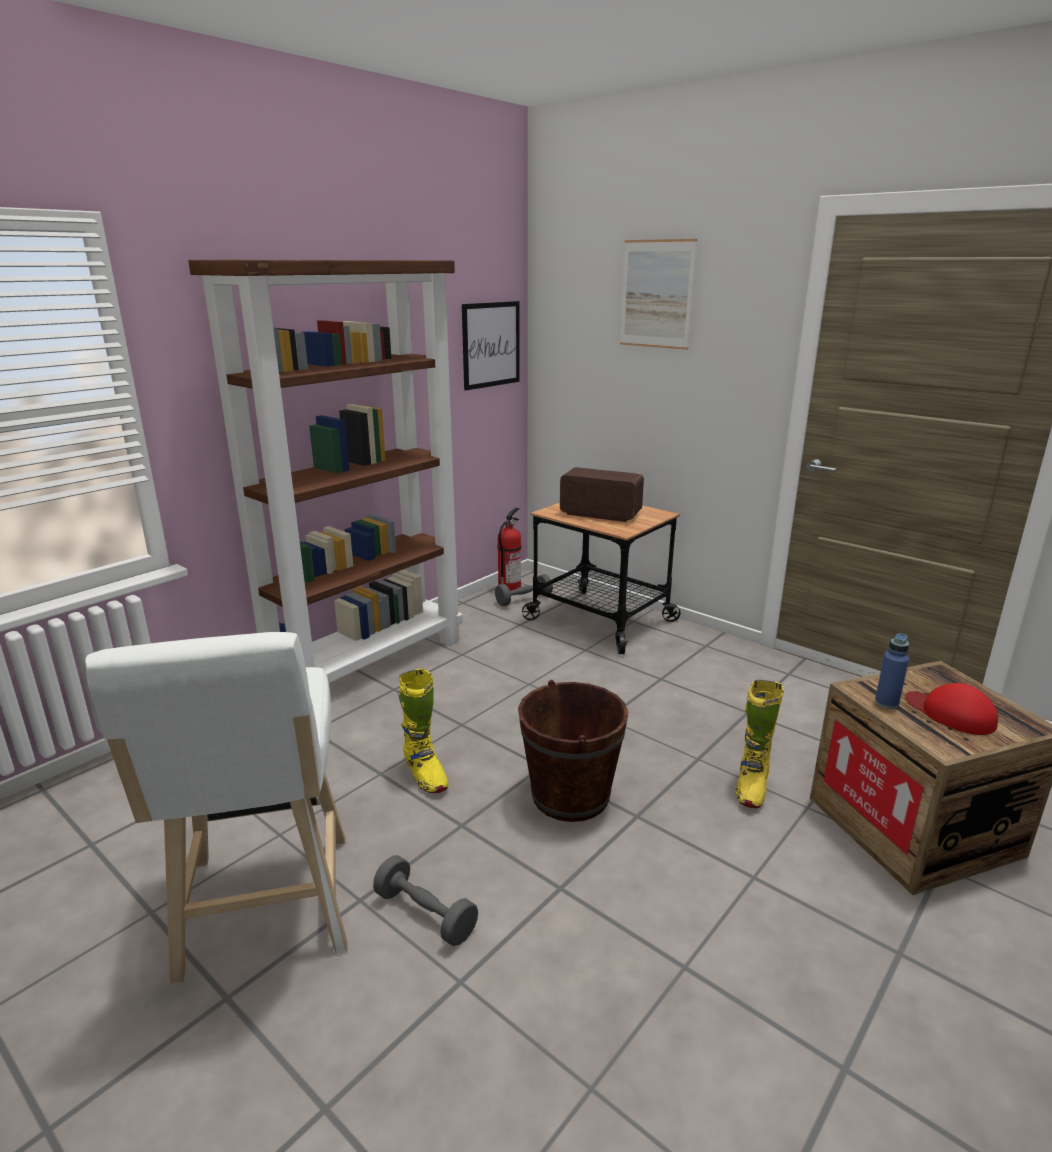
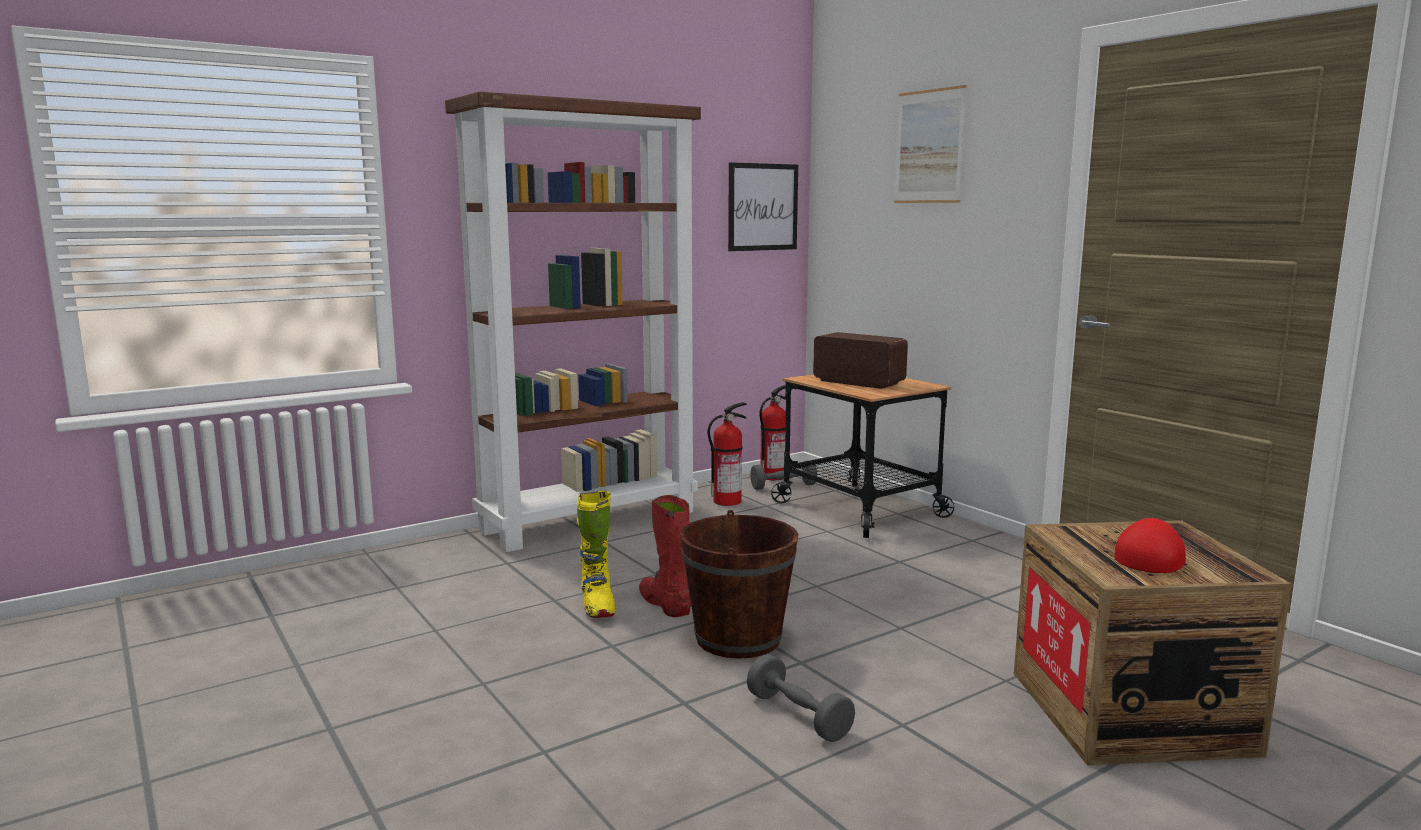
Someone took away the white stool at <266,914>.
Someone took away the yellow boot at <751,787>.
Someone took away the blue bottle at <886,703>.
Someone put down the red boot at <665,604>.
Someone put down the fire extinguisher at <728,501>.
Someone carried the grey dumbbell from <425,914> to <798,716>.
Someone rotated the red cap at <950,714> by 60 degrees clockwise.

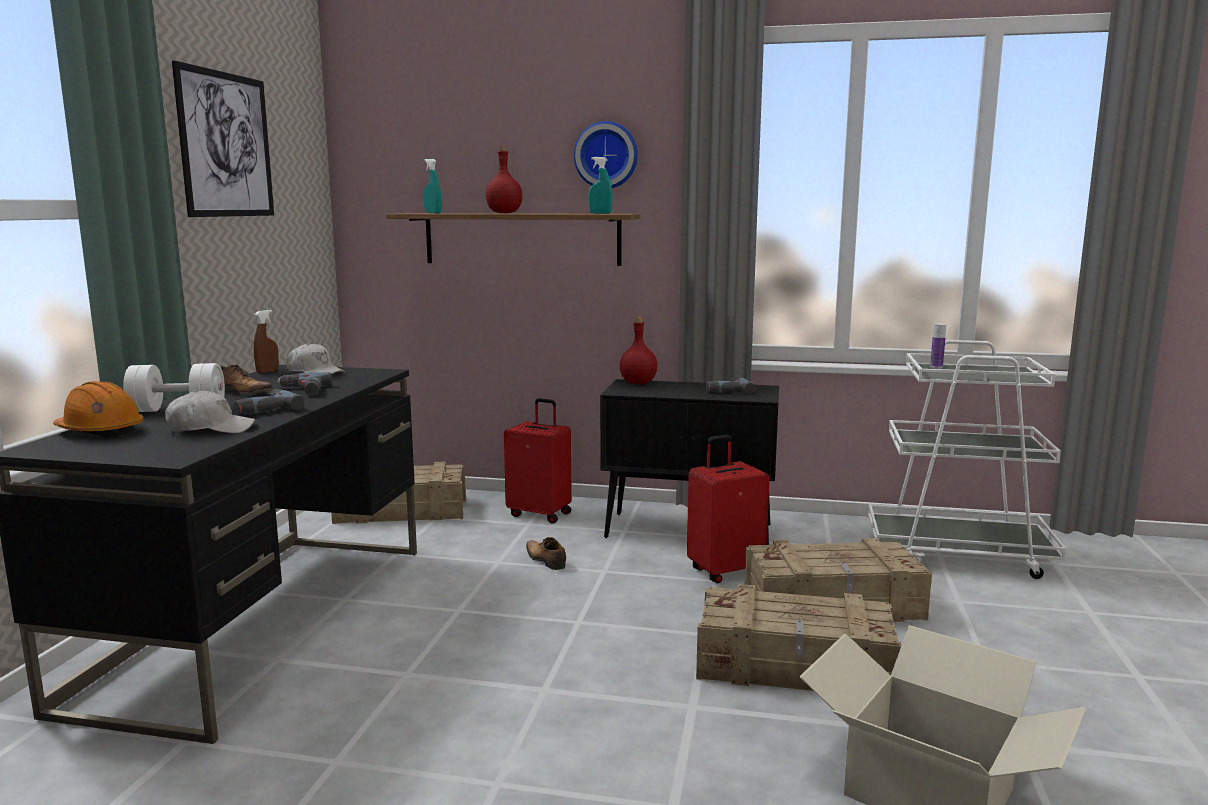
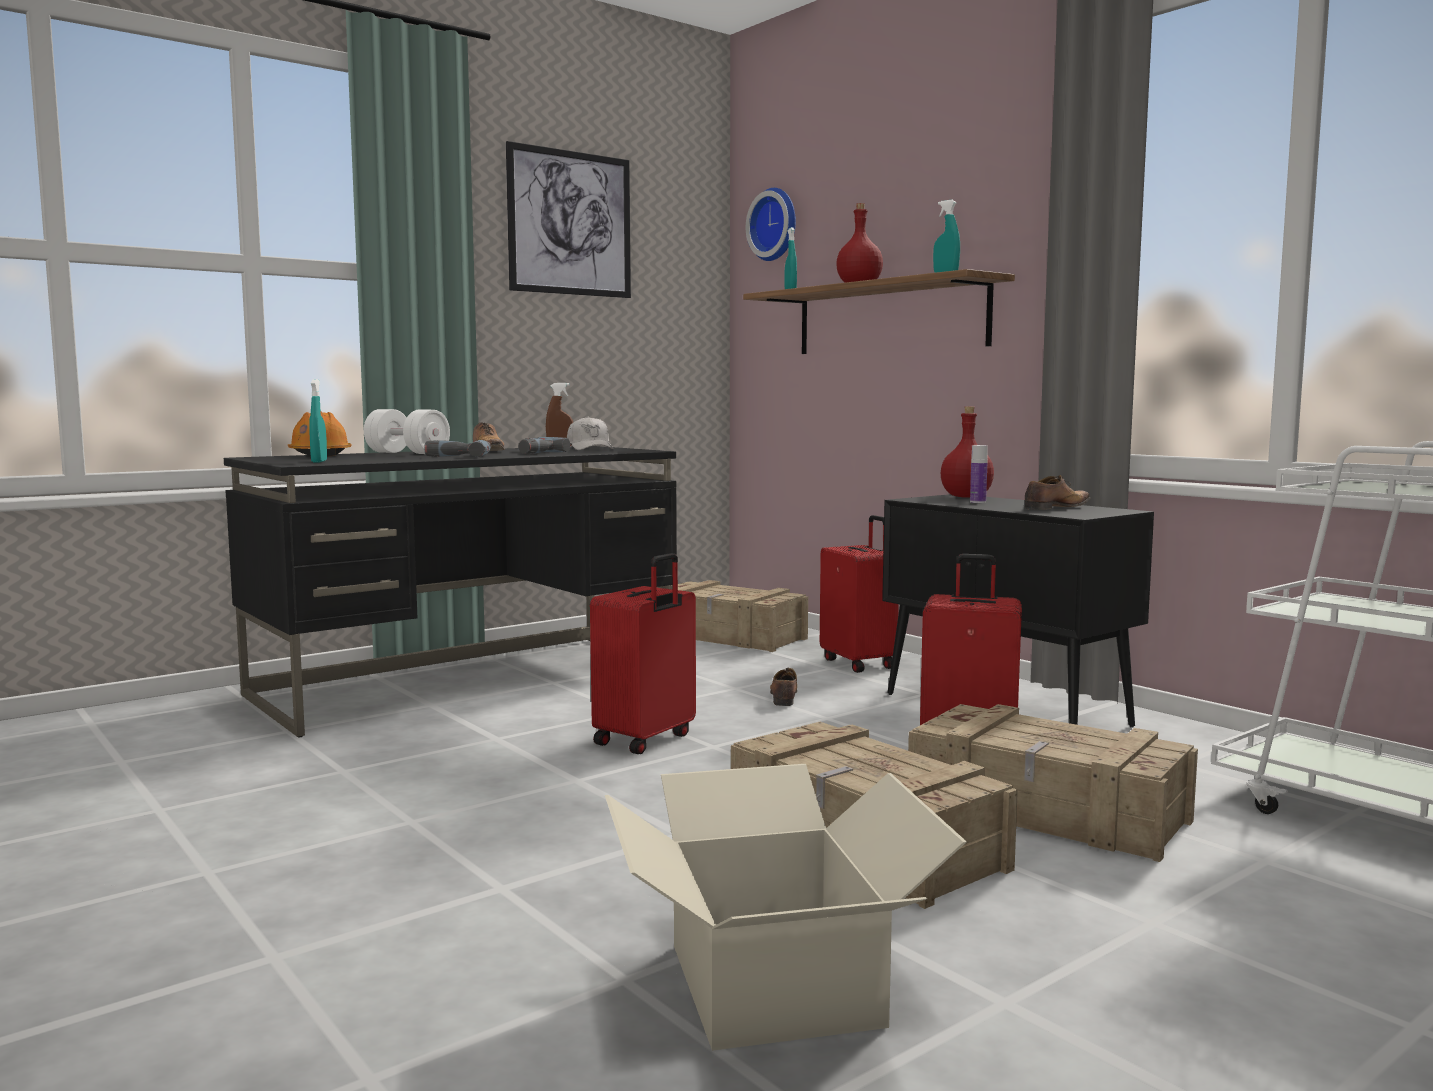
Someone took away the white cap at <210,429>.
Someone put down the turquoise spray bottle at <319,461>.
Someone put down the red suitcase at <646,740>.
Someone carried the wall clock from <606,155> to <776,225>.
Someone carried the bottle from <936,366> to <978,502>.
Someone swapped the power drill at <726,390> for the shoe at <1055,508>.

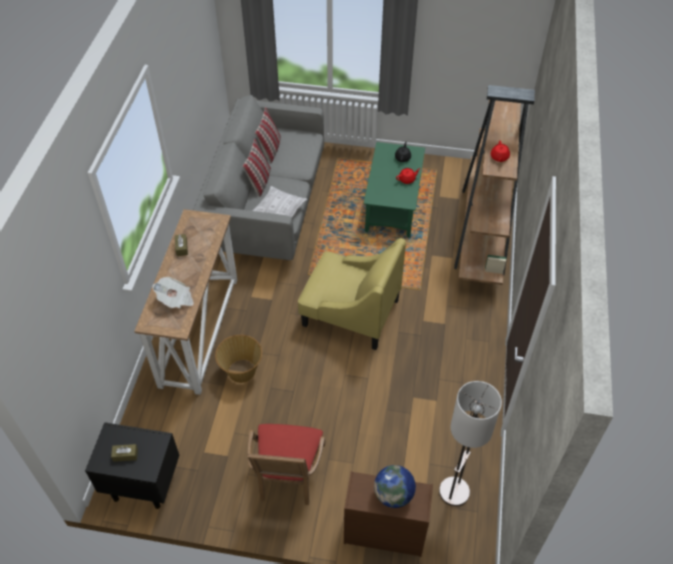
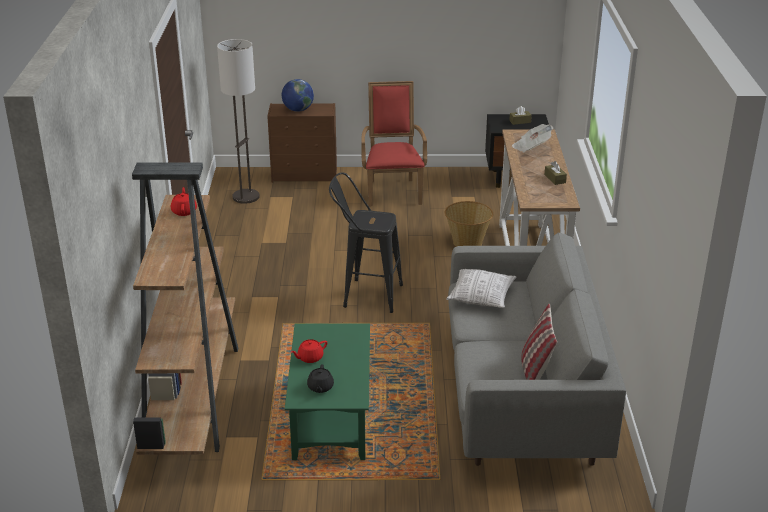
Someone took away the pillow at <259,182>.
Someone swapped the yellow armchair at <350,312> for the black stool at <366,295>.

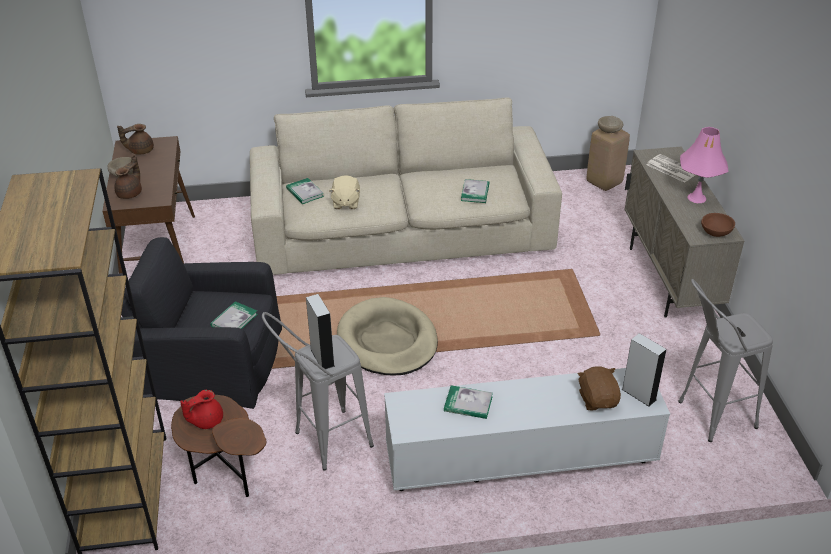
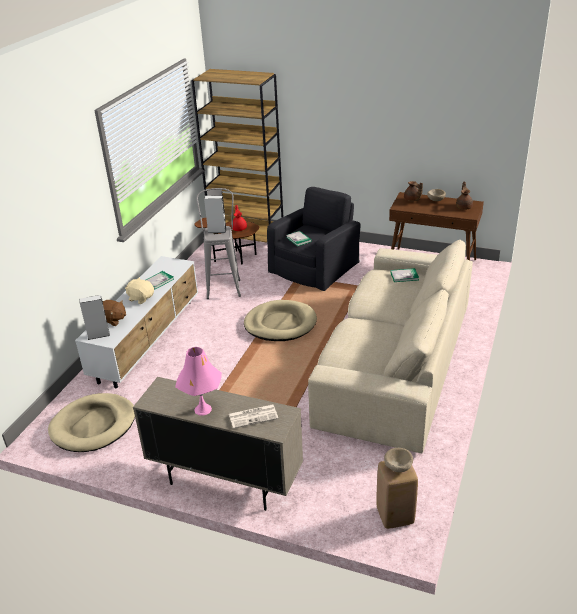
Someone took away the book at <475,192>.
Someone took away the brown bowl at <716,234>.
Someone carried the beige plush toy from <345,203> to <141,298>.
Someone swapped the grey stool at <706,418> for the beige dog bed at <94,425>.

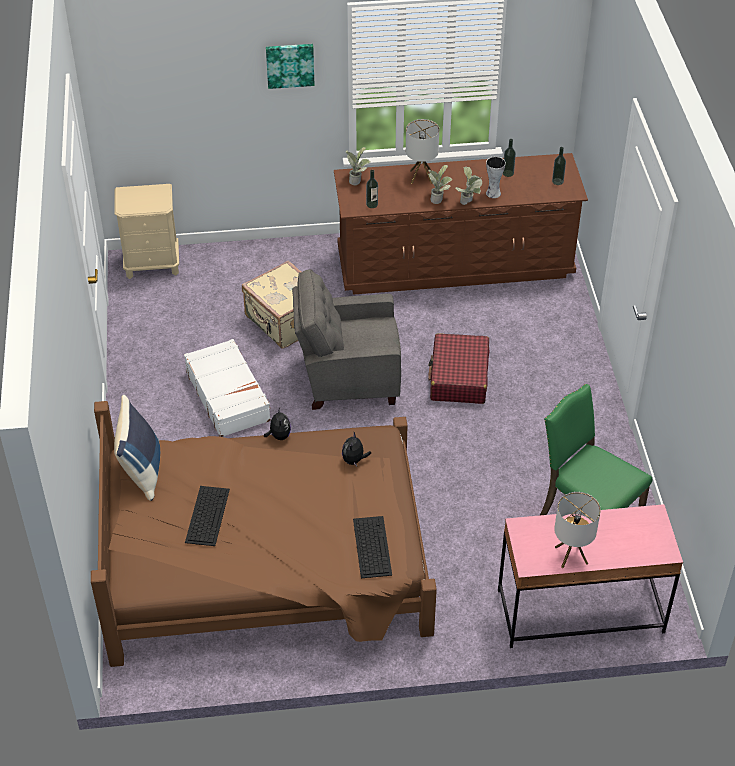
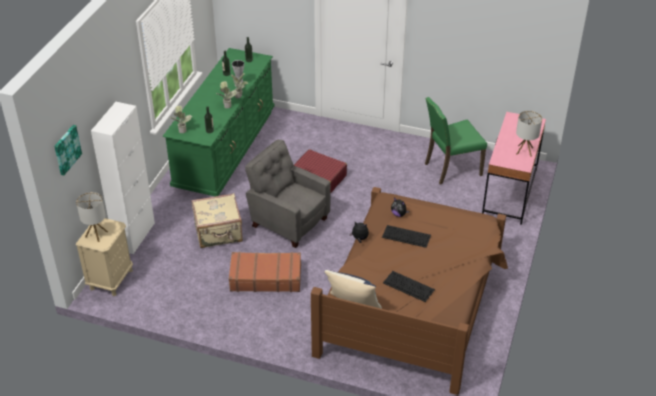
Someone put down the white cabinet at <134,236>.
Someone carried the picture from <290,65> to <66,149>.
Someone carried the keyboard from <371,546> to <406,236>.
Someone carried the table lamp from <421,177> to <96,234>.
Someone repainted the white suitcase at <228,396>, which became the brown suitcase at <265,278>.
Someone repainted the brown dresser at <455,264>, which became the green dresser at <225,148>.
Someone rotated the grey armchair at <348,378> by 105 degrees clockwise.

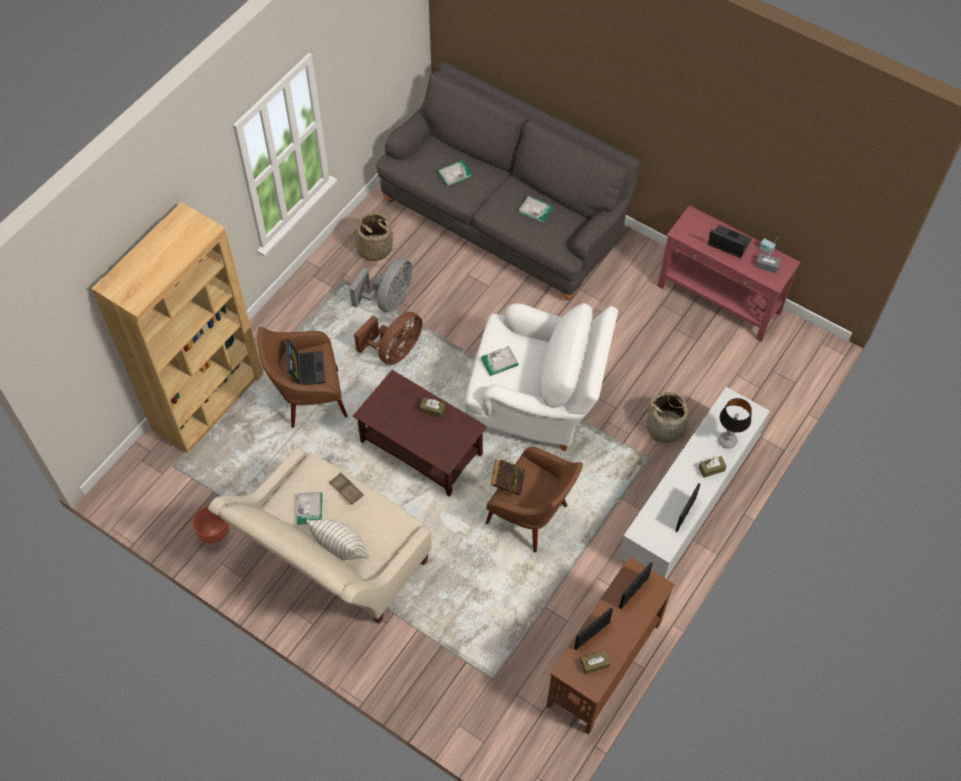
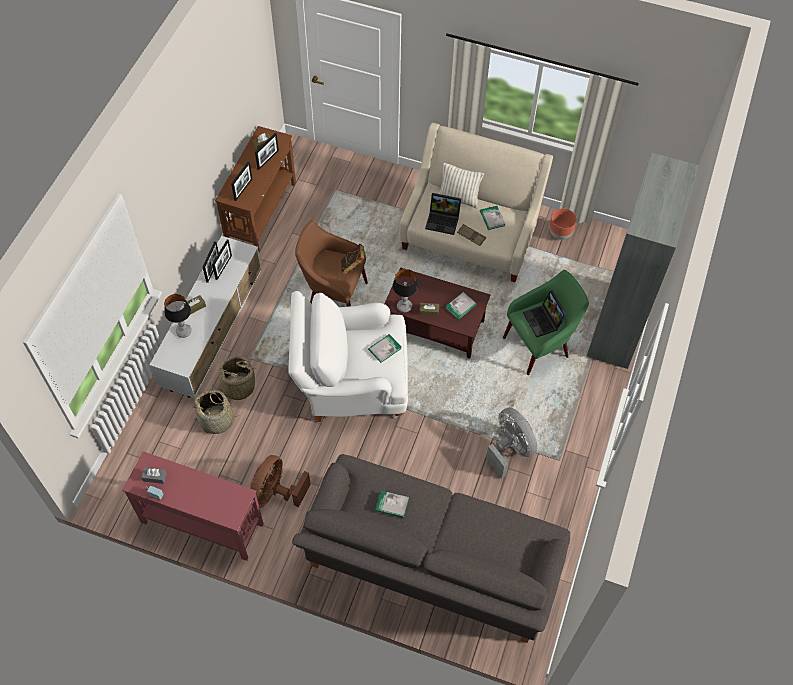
Someone put down the picture frame at <223,267>.
Someone put down the table lamp at <404,307>.
Someone carried the basket from <374,248> to <217,420>.
Someone carried the brown fan from <394,351> to <275,493>.
Someone carried the book from <454,174> to <461,306>.
Someone carried the laptop from <726,244> to <443,220>.
Someone repainted the brown bookcase at <208,401>, which became the grey bookcase at <618,325>.
Someone repainted the brown armchair at <309,399>, which became the green armchair at <539,345>.
Someone rotated the grey fan at <388,300> by 135 degrees clockwise.

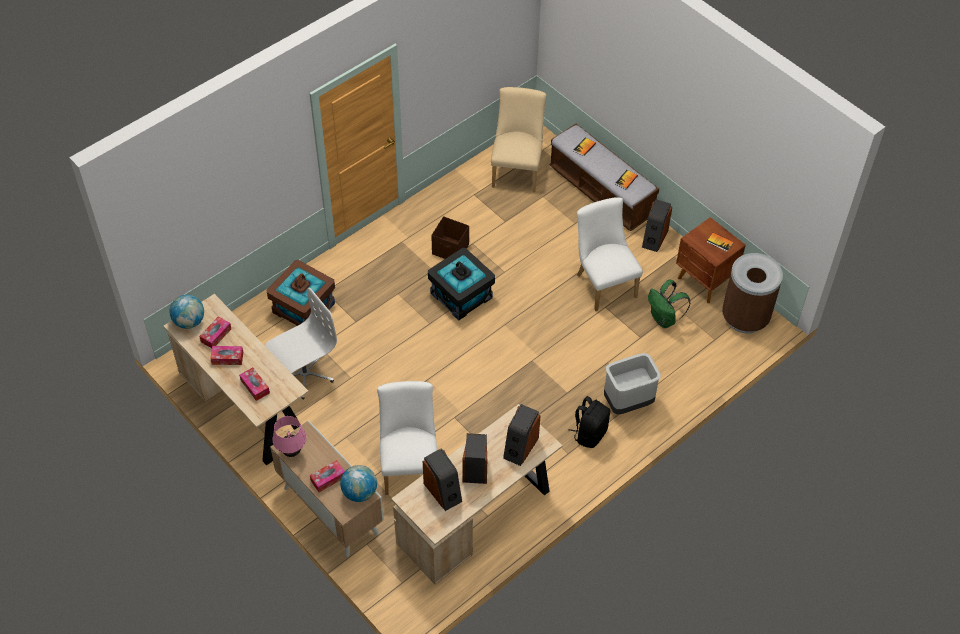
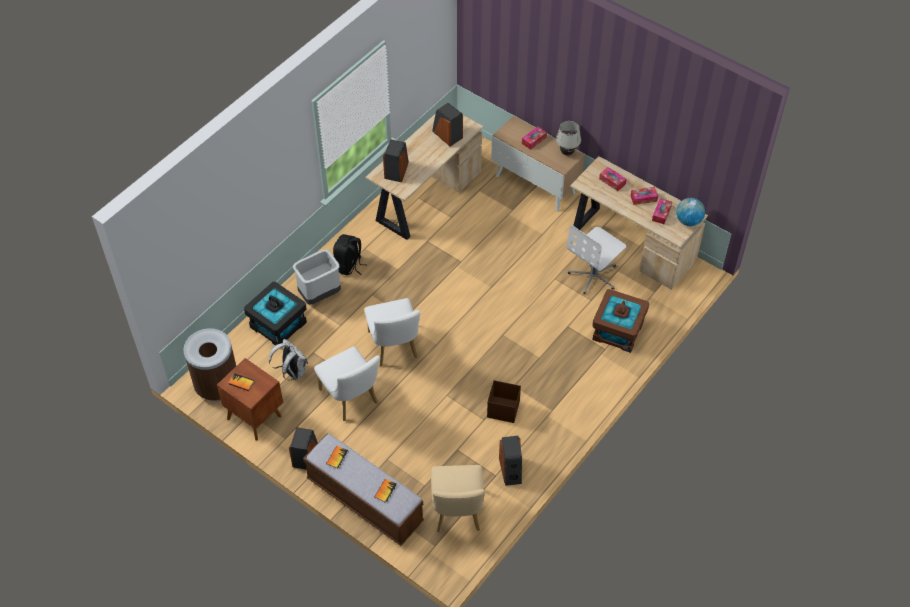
Someone took away the globe at <359,492>.
Someone carried the white chair from <409,465> to <394,348>.
Someone carried the black storage box from <461,295> to <278,325>.
Someone carried the speaker from <475,467> to <511,470>.
Someone repainted the pink table lamp at <291,452>, which became the white table lamp at <567,153>.
Someone repainted the green backpack at <664,319>, which became the white backpack at <292,372>.

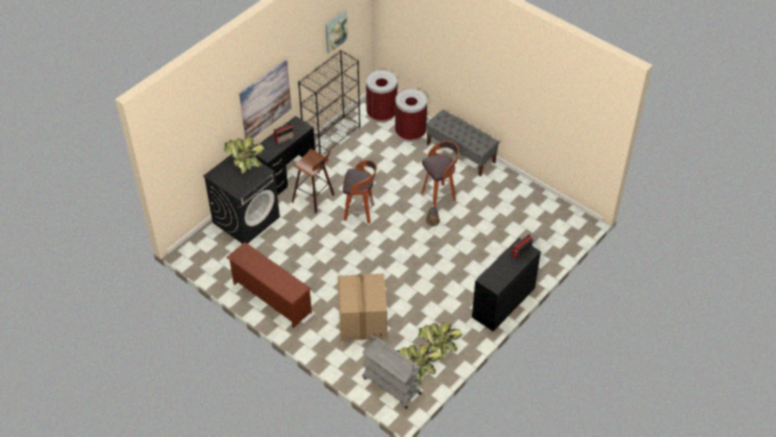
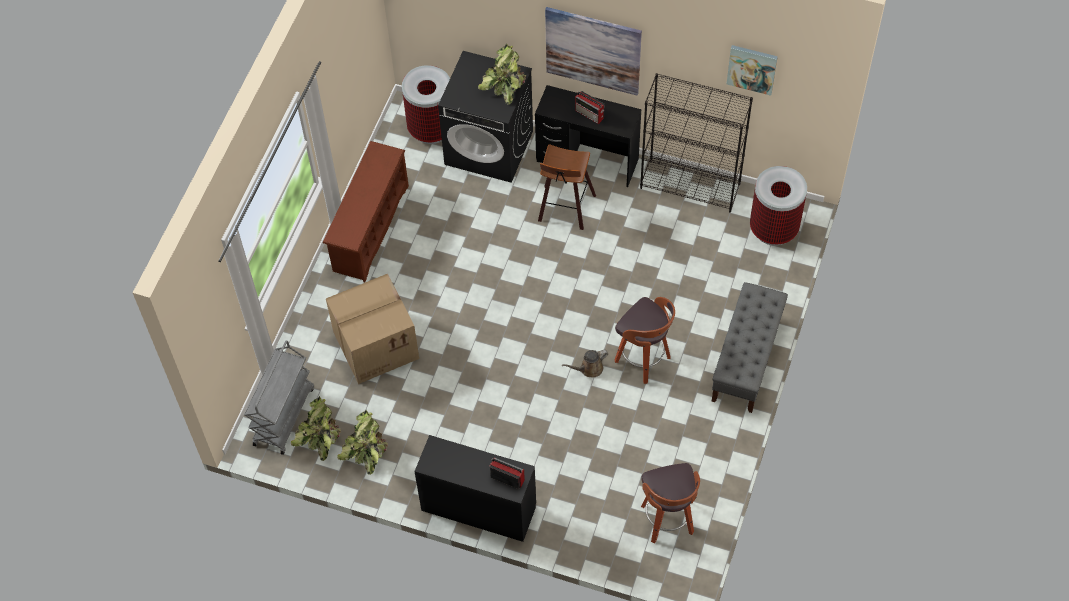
Someone carried the stool from <360,212> to <667,521>.
Someone carried the trash can from <410,133> to <431,129>.

